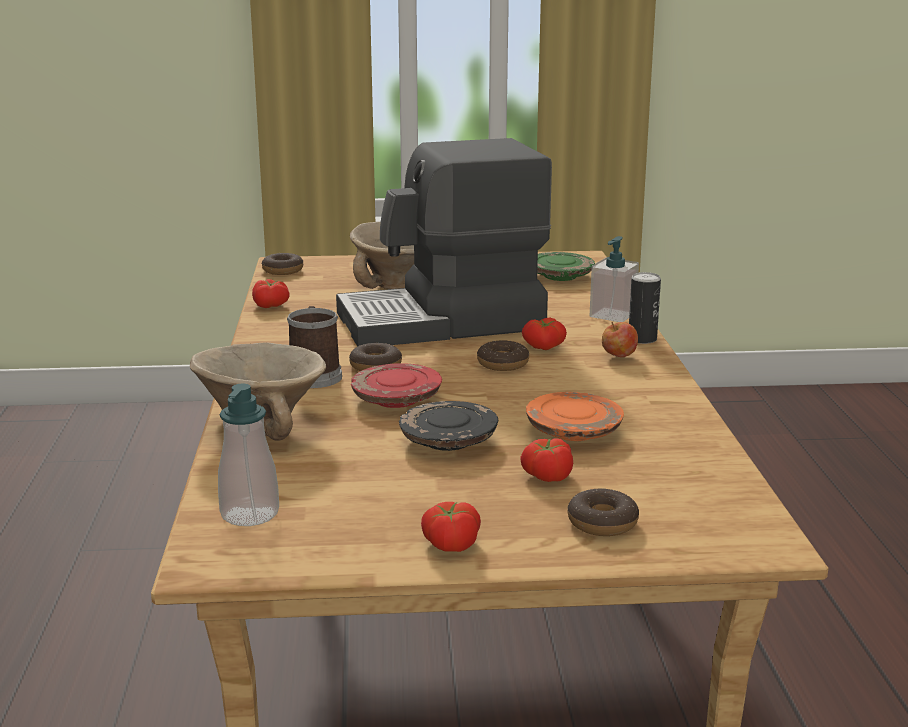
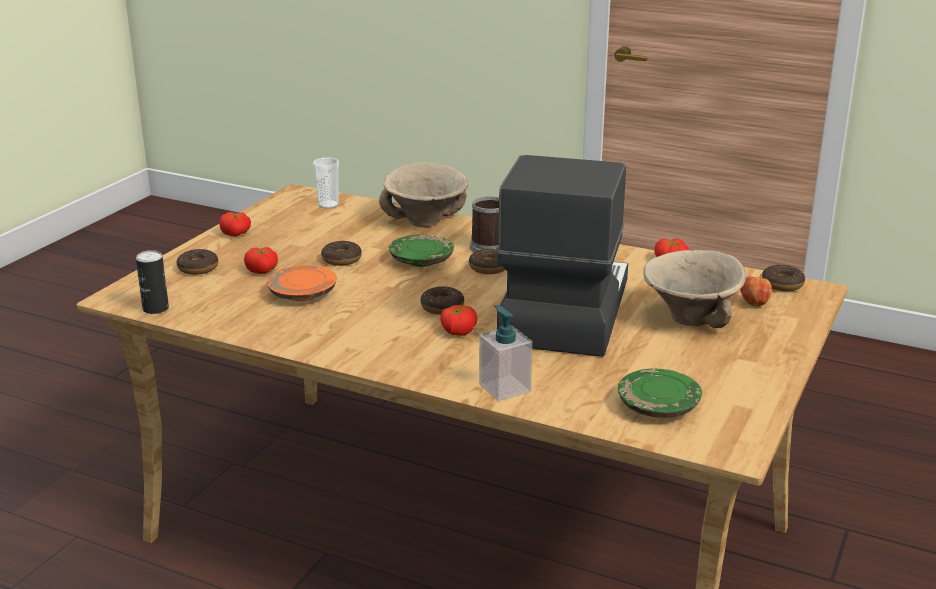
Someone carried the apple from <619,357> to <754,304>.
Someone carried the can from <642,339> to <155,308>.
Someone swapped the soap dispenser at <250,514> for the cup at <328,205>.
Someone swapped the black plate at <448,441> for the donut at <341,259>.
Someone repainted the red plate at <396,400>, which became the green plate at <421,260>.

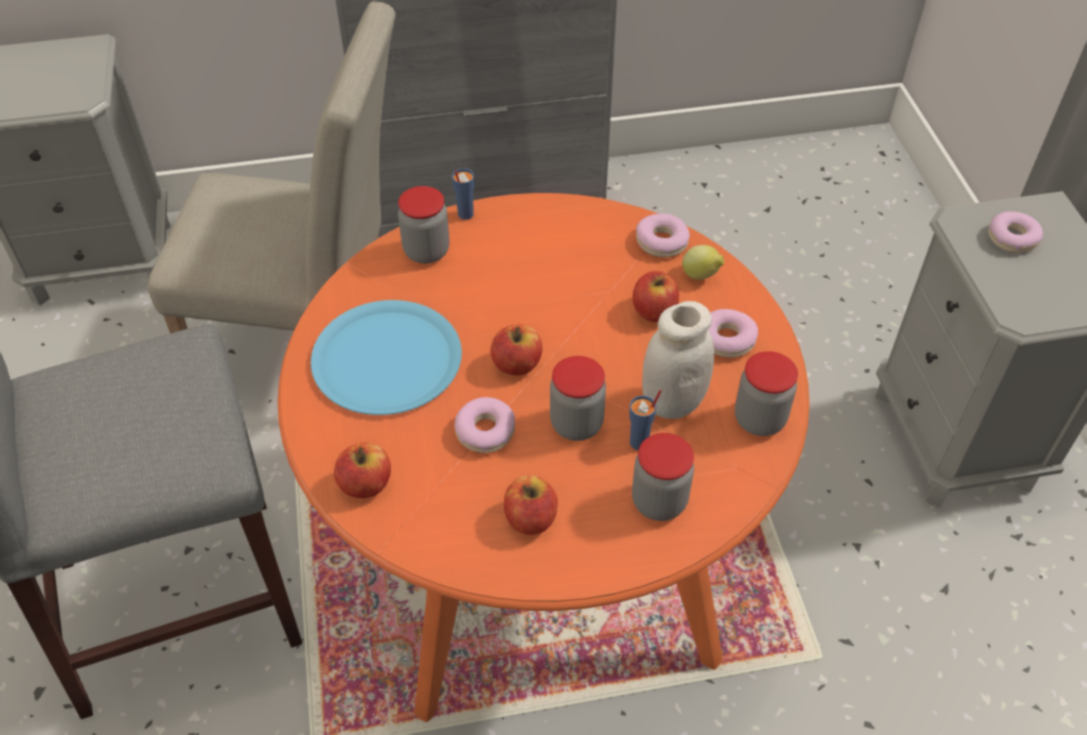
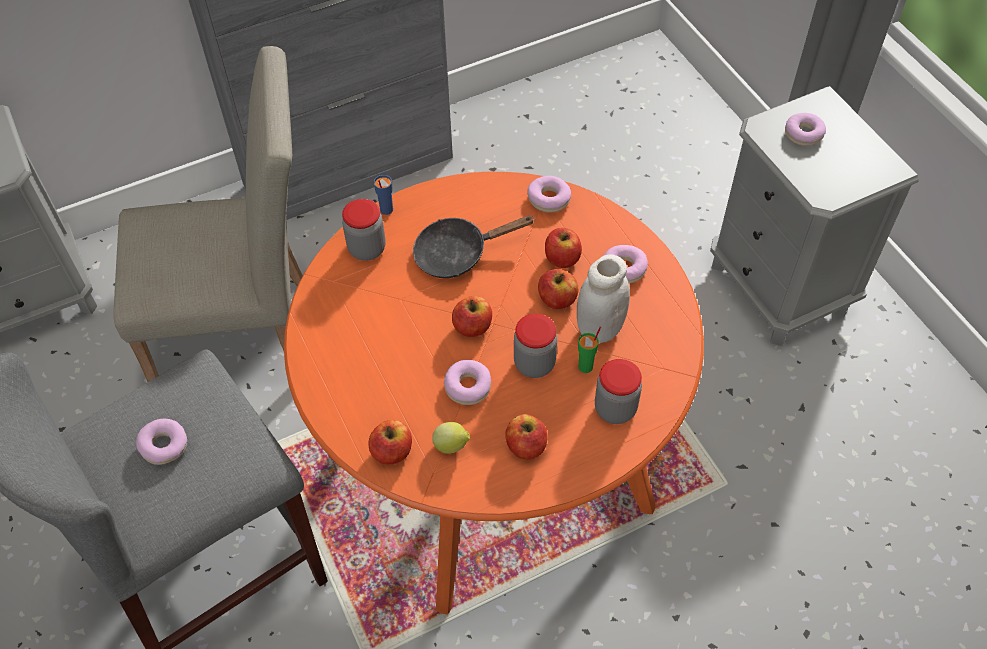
Someone took away the blue plate at <386,359>.
Someone took away the jar at <759,419>.
Someone put down the donut at <164,446>.
Someone put down the black frying pan at <458,253>.
Someone put down the apple at <557,299>.
Someone carried the lemon from <701,276> to <452,446>.
Someone repainted the blue cup at <639,443>, which became the green cup at <586,367>.

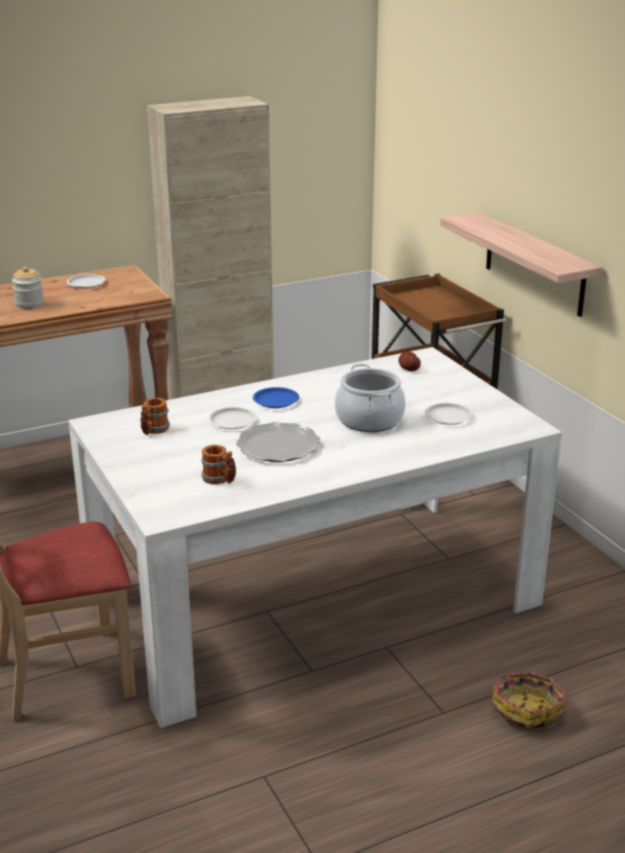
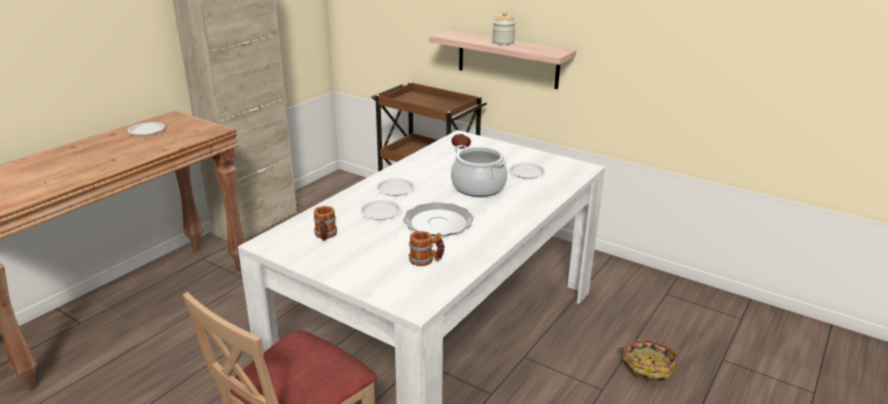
Someone carried the jar from <29,304> to <503,42>.
Someone repainted the blue plate at <276,400>, which became the white plate at <395,189>.

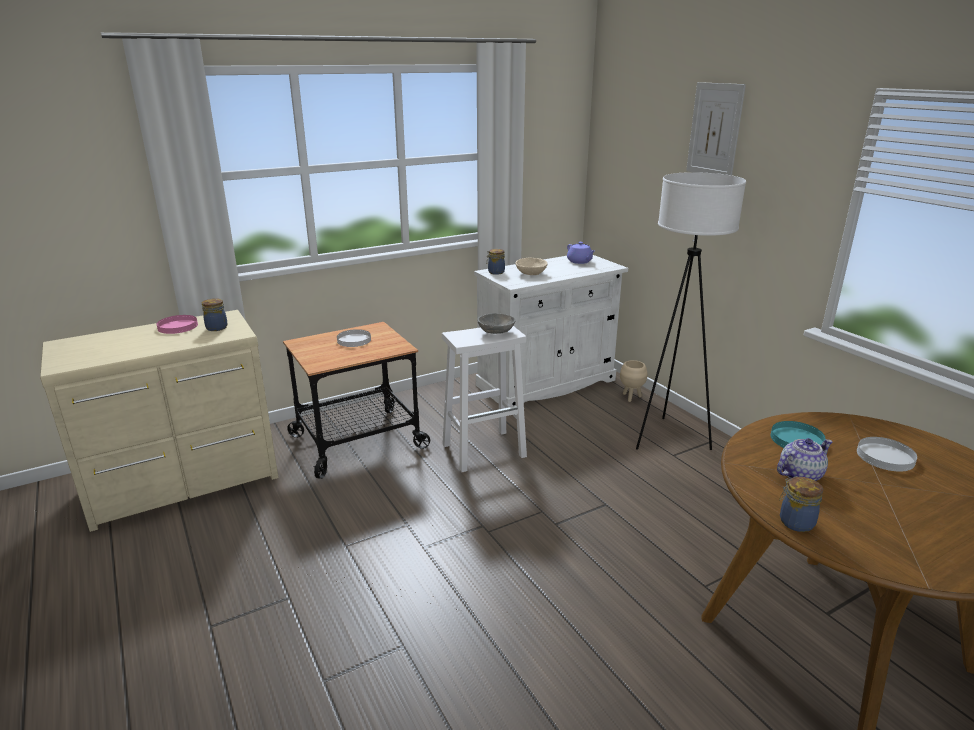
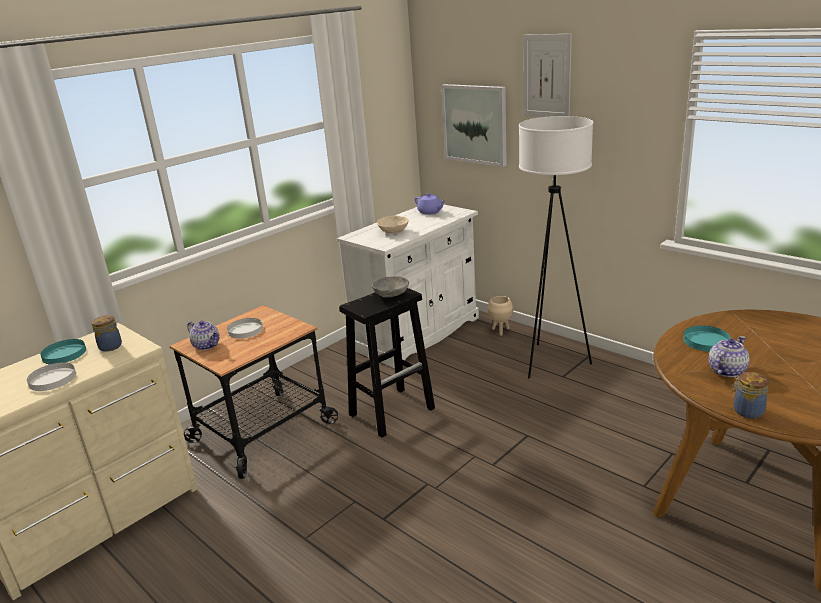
Someone took away the jar at <495,272>.
Someone put down the teapot at <207,345>.
Someone put up the picture at <475,124>.
Someone carried the white plate from <884,456> to <52,379>.
Someone repainted the pink plate at <178,326>, which became the turquoise plate at <64,354>.
Someone repainted the white stool at <485,450>, which became the black stool at <393,411>.

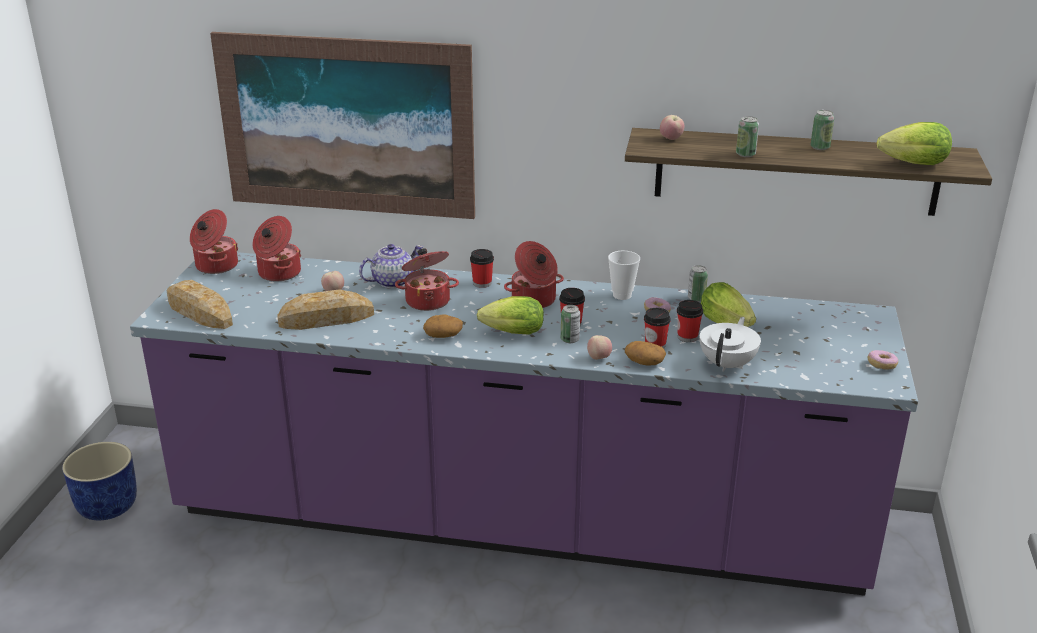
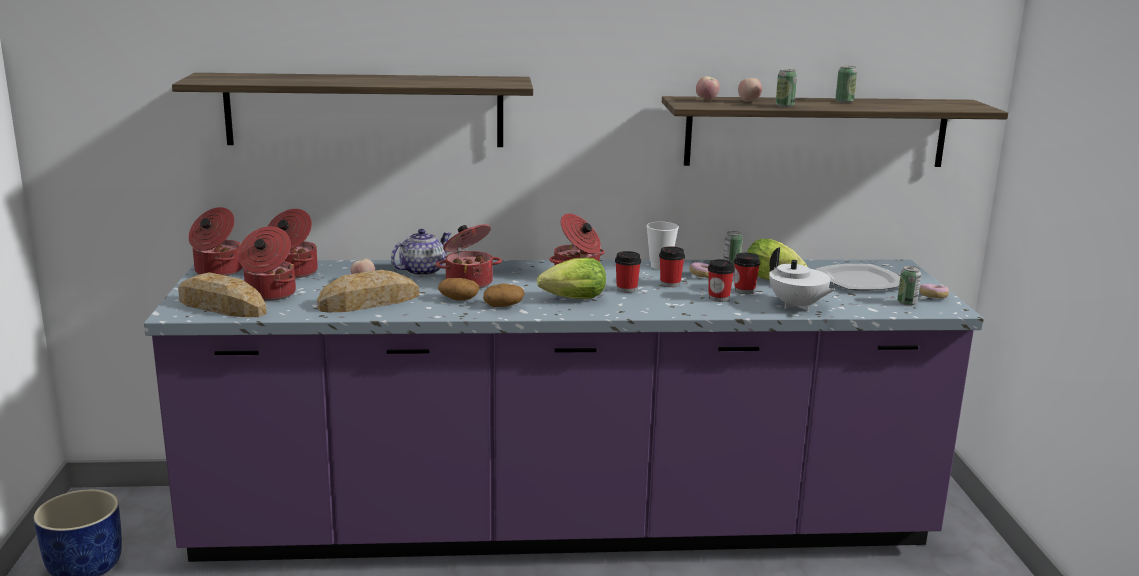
Someone took away the lettuce at <909,164>.
Someone put down the cooking pot at <269,294>.
Someone put down the plate at <858,281>.
Someone carried the cup from <482,283> to <670,284>.
Someone carried the can from <570,339> to <907,303>.
Someone carried the apple from <599,358> to <749,102>.
Someone carried the potato from <644,362> to <458,299>.
Someone swapped the picture at <346,126> for the shelf at <365,110>.
Someone rotated the white teapot at <728,364> by 135 degrees clockwise.

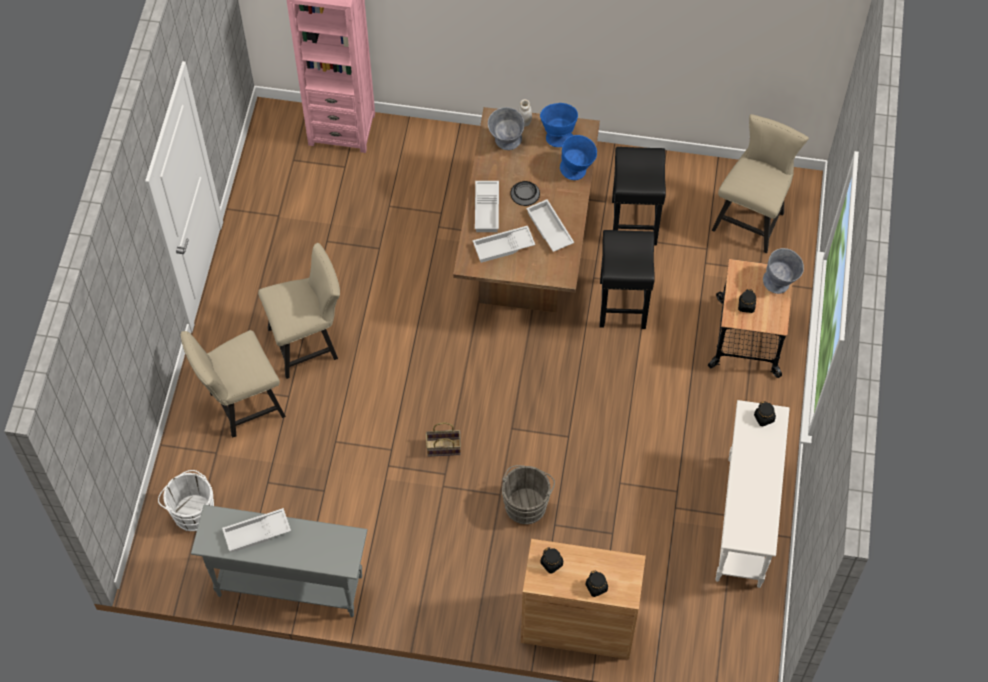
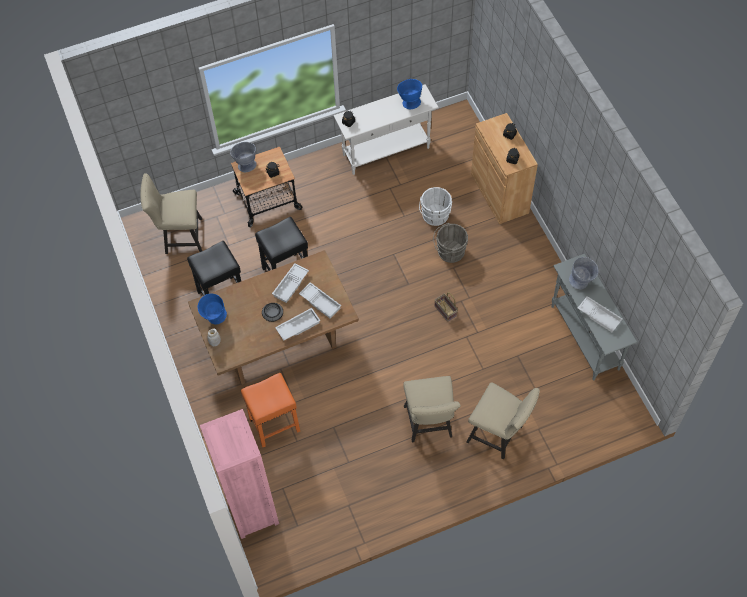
Someone put down the orange stool at <274,425>.
Someone carried the white bucket from <192,511> to <435,217>.
Someone carried the grey bowl from <505,143> to <582,281>.
Someone carried the blue bowl from <578,170> to <409,101>.
Someone rotated the beige chair at <308,343> by 135 degrees counterclockwise.

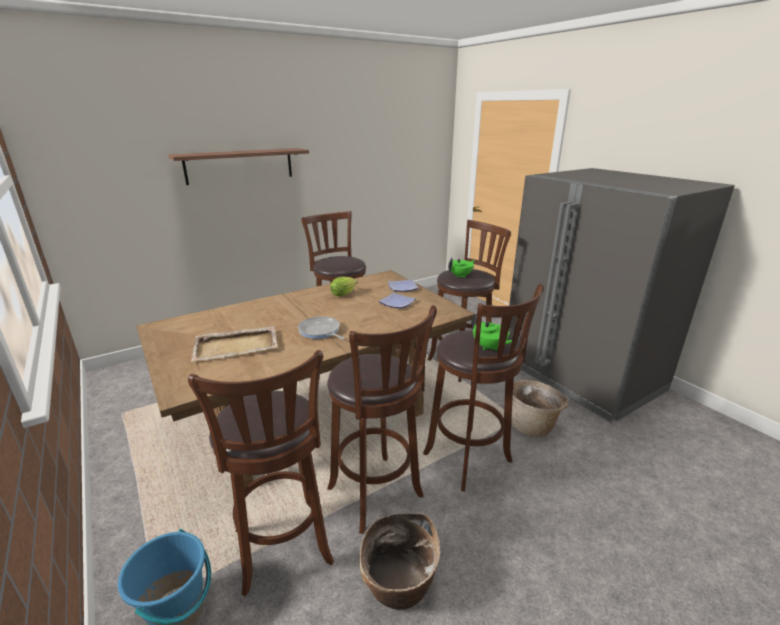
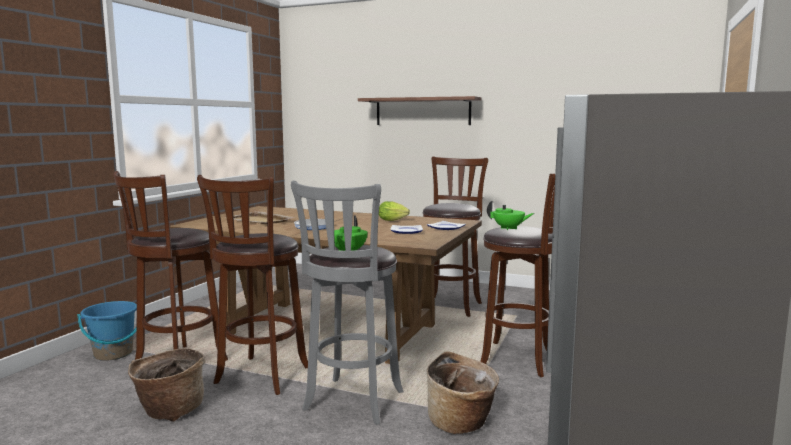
Someone repainted the brown stool at <470,460>, which became the grey stool at <352,403>.

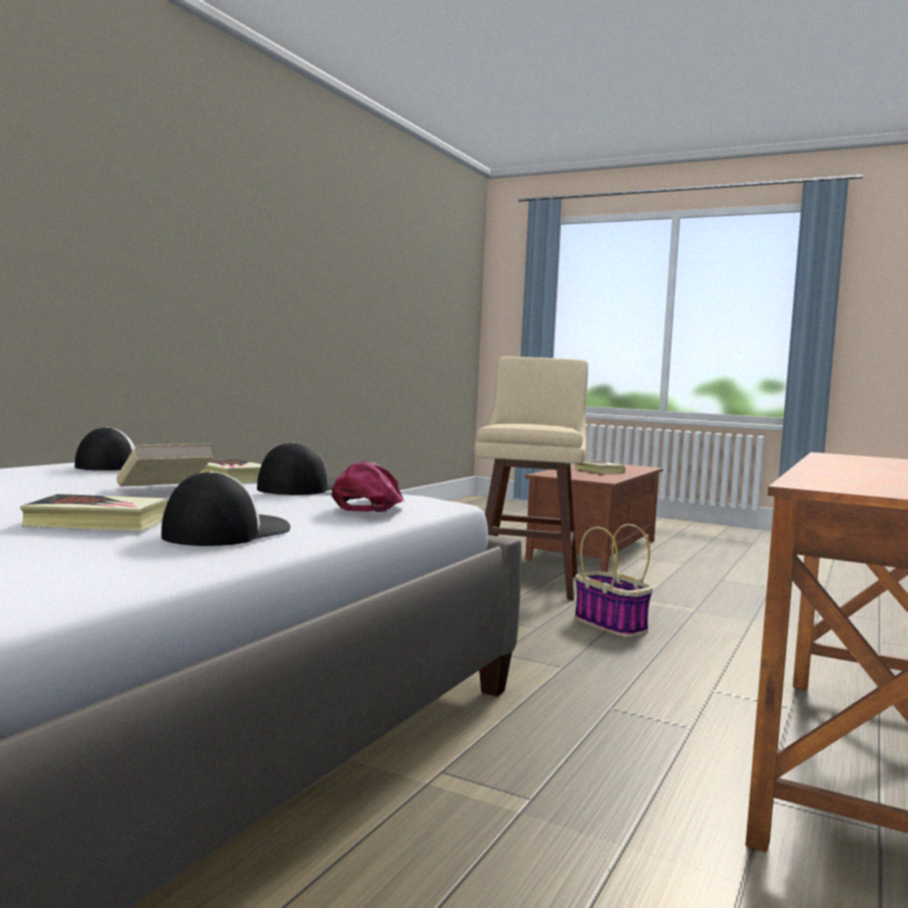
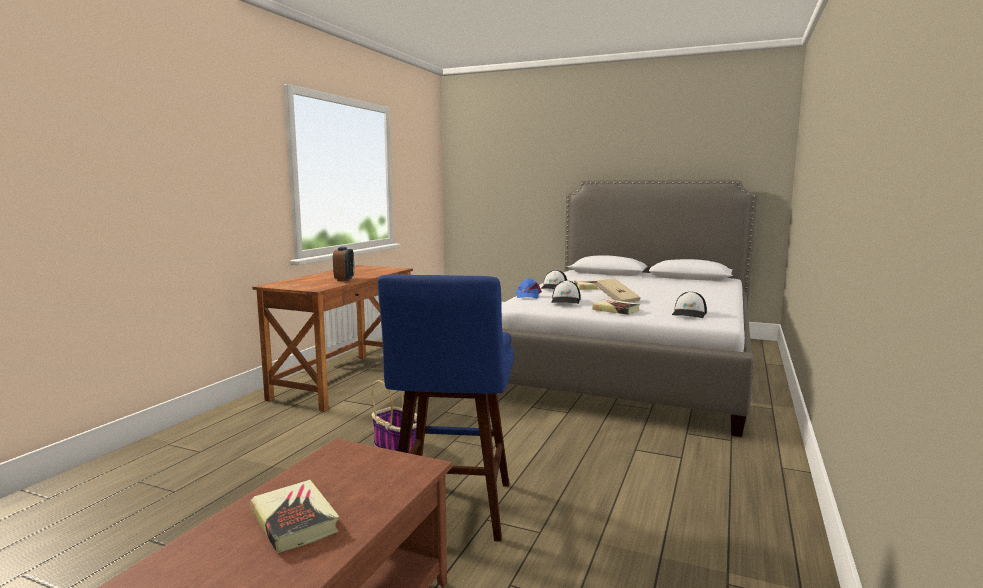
Someone put down the alarm clock at <344,279>.
Someone repainted the pink cap at <370,506>, which became the blue cap at <528,295>.
Someone repainted the beige stool at <527,581>, which became the blue stool at <452,511>.

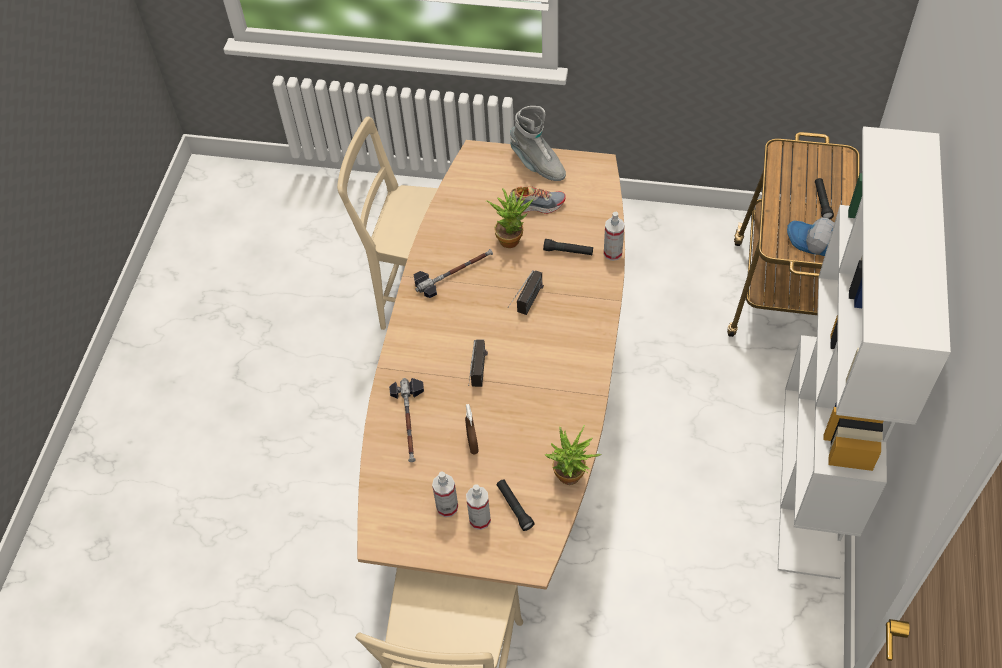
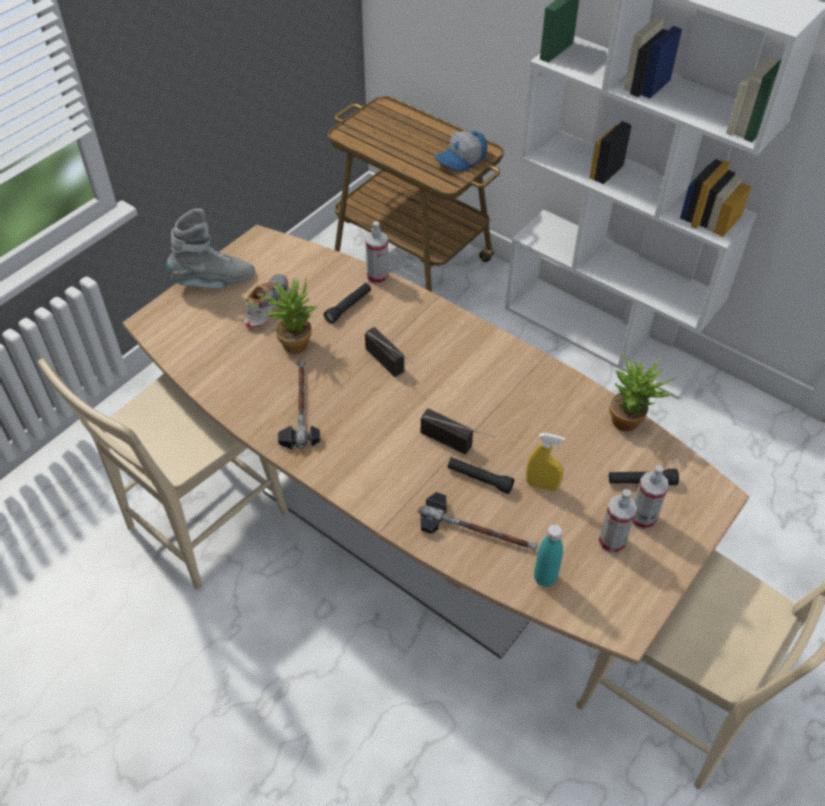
Someone put down the turquoise bottle at <545,578>.
Someone carried the black flashlight from <822,202> to <479,479>.
Someone repainted the brown spray bottle at <472,444>, which became the yellow spray bottle at <542,485>.

